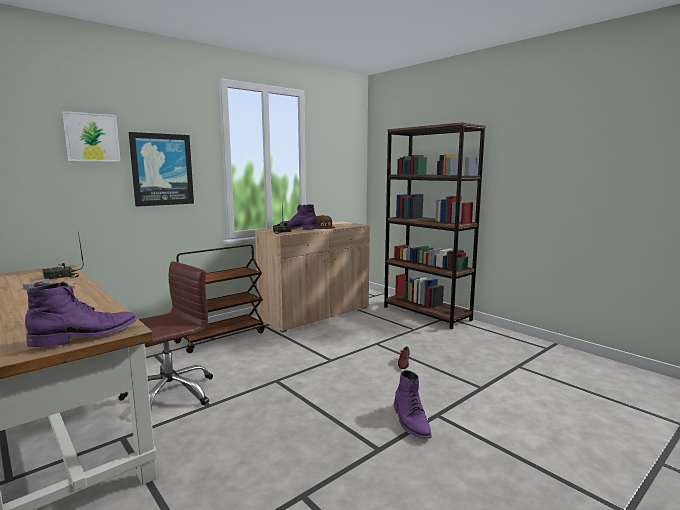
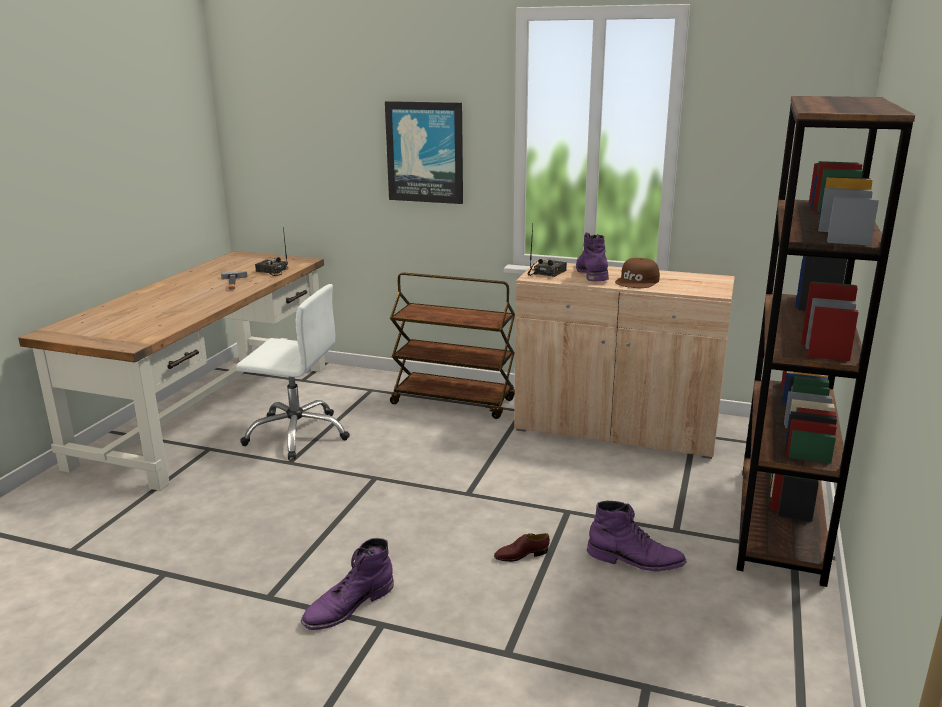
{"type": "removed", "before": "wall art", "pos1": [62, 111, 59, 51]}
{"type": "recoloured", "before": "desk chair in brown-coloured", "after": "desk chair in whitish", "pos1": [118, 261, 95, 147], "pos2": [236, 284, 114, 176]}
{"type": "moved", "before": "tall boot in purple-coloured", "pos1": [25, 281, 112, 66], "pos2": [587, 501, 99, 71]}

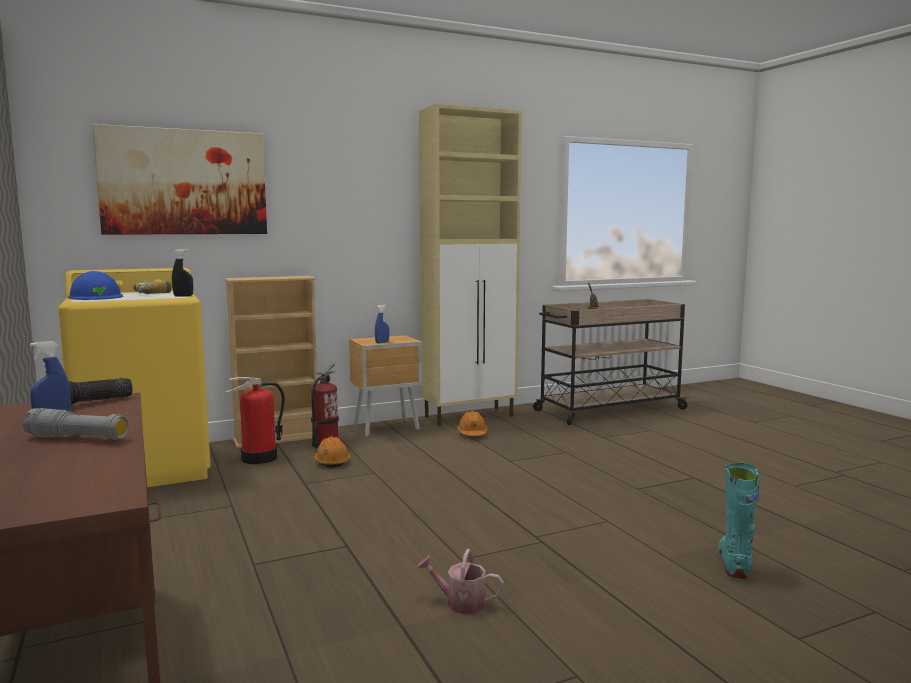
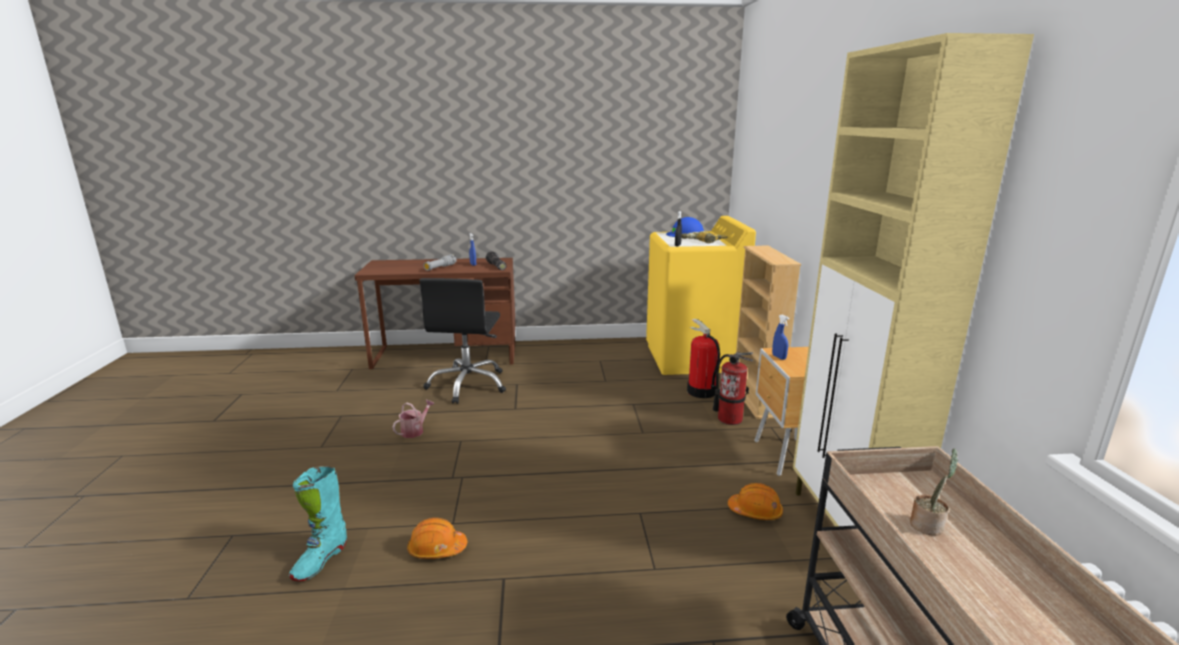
{"type": "removed", "before": "wall art", "pos1": [92, 124, 175, 111]}
{"type": "moved", "before": "hard hat in orange", "pos1": [315, 436, 35, 32], "pos2": [407, 518, 60, 41]}
{"type": "turned", "before": "tall boot in turquoise-coloured", "pos1": [718, 463, 42, 116], "pos2": [289, 466, 58, 115], "turn": 75}
{"type": "added", "after": "desk chair in blackish", "pos2": [419, 278, 87, 126]}

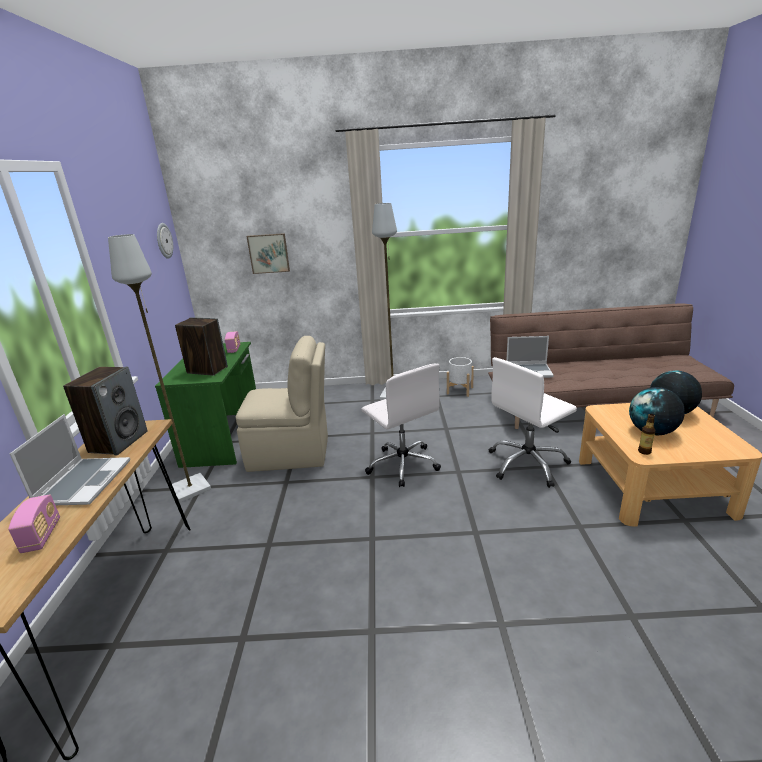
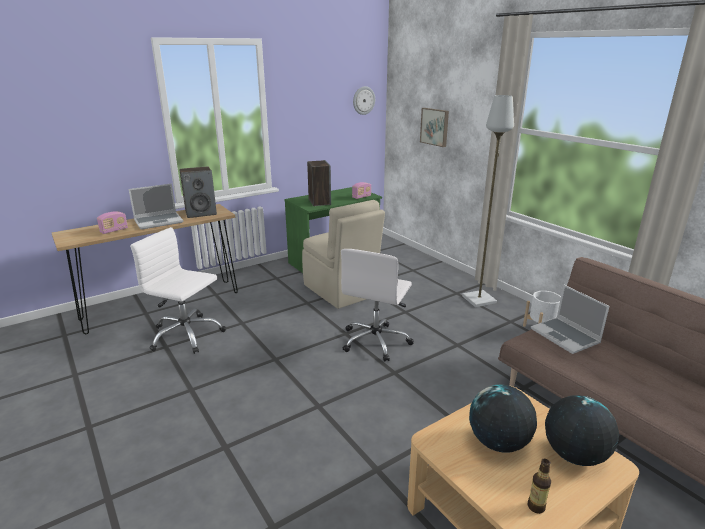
{"type": "removed", "before": "floor lamp in grey", "pos1": [108, 234, 103, 269]}
{"type": "moved", "before": "desk chair in whitish", "pos1": [489, 357, 88, 131], "pos2": [130, 227, 96, 127]}
{"type": "moved", "before": "bottle", "pos1": [638, 414, 18, 41], "pos2": [528, 458, 23, 56]}

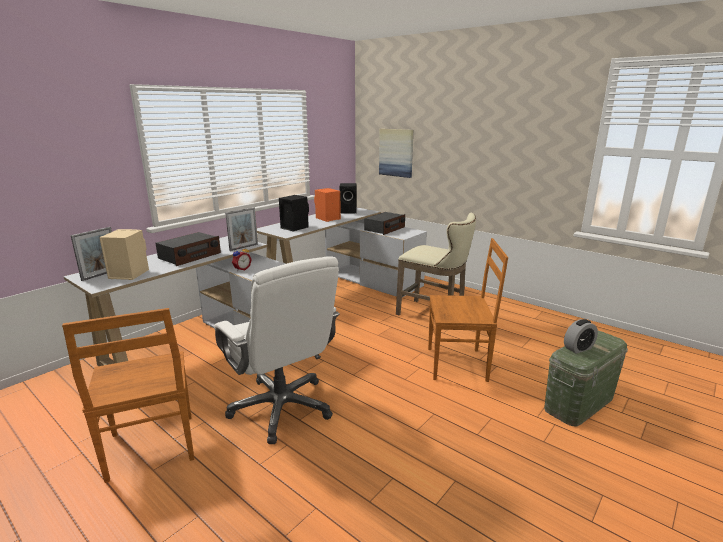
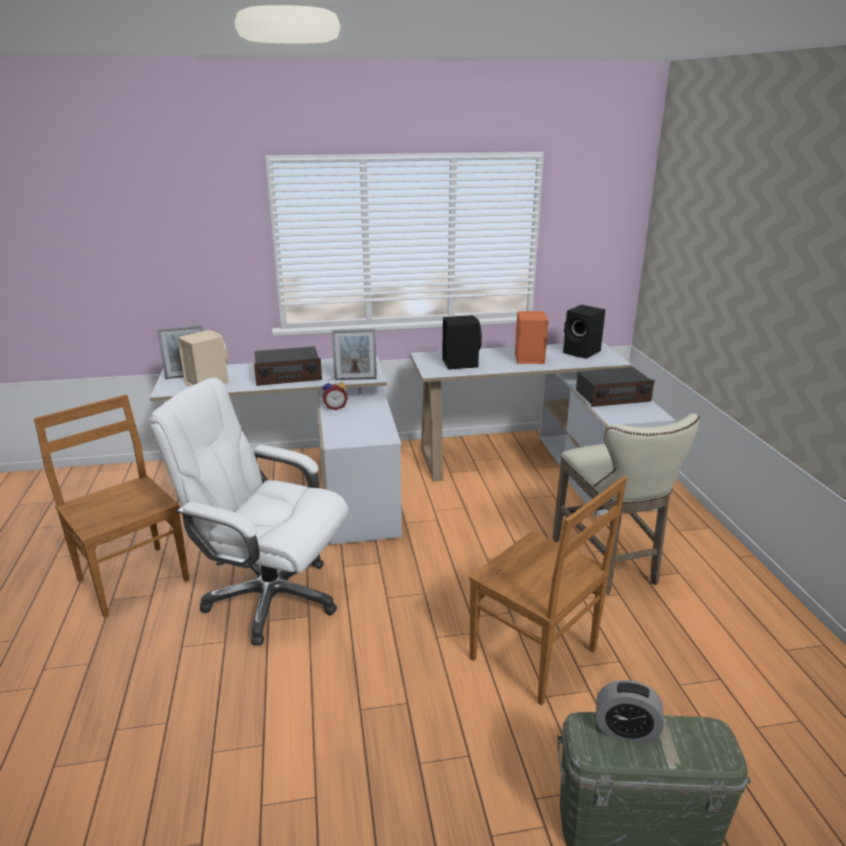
{"type": "removed", "before": "wall art", "pos1": [379, 129, 34, 49]}
{"type": "turned", "before": "desk chair in whitish", "pos1": [214, 256, 126, 188], "pos2": [149, 378, 200, 268], "turn": 105}
{"type": "turned", "before": "upright chair in brown-coloured", "pos1": [62, 308, 132, 175], "pos2": [34, 394, 155, 224], "turn": 120}

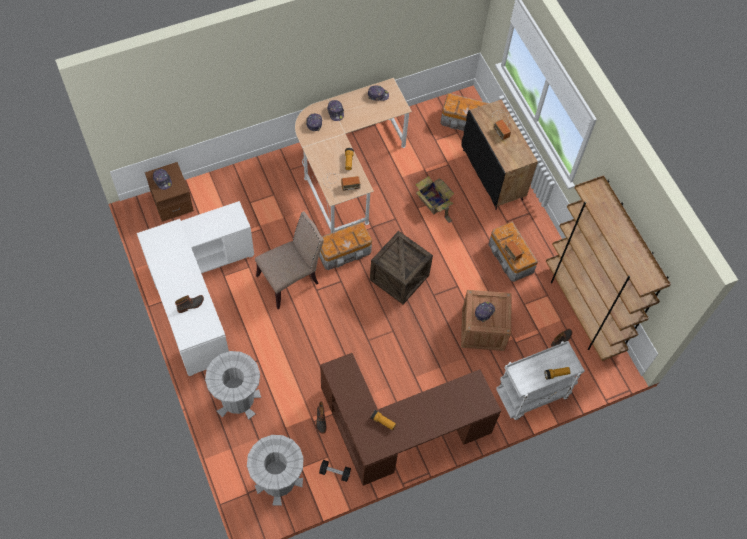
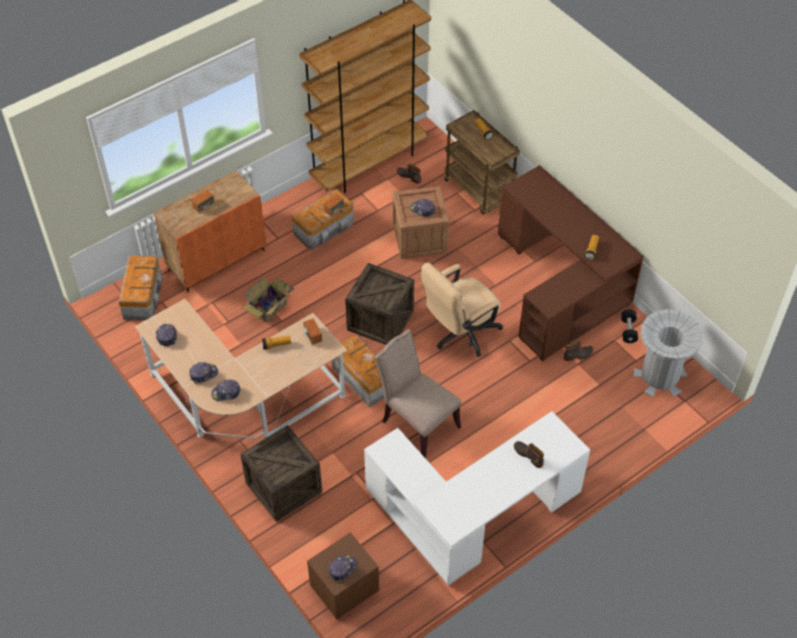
{"type": "recoloured", "before": "cabinet in blackish", "after": "cabinet in orange", "pos1": [461, 100, 77, 110], "pos2": [154, 171, 112, 122]}
{"type": "recoloured", "before": "trolley in whitish", "after": "trolley in brown-coloured", "pos1": [496, 341, 89, 79], "pos2": [444, 110, 76, 104]}
{"type": "removed", "before": "rubbish bin in grey", "pos1": [205, 351, 56, 69]}
{"type": "added", "after": "desk chair in beige-coloured", "pos2": [421, 263, 82, 94]}
{"type": "added", "after": "shipping crate", "pos2": [240, 425, 82, 97]}

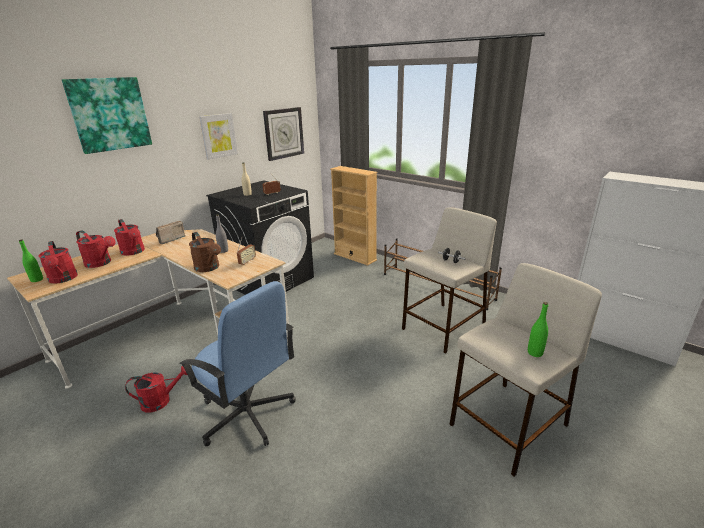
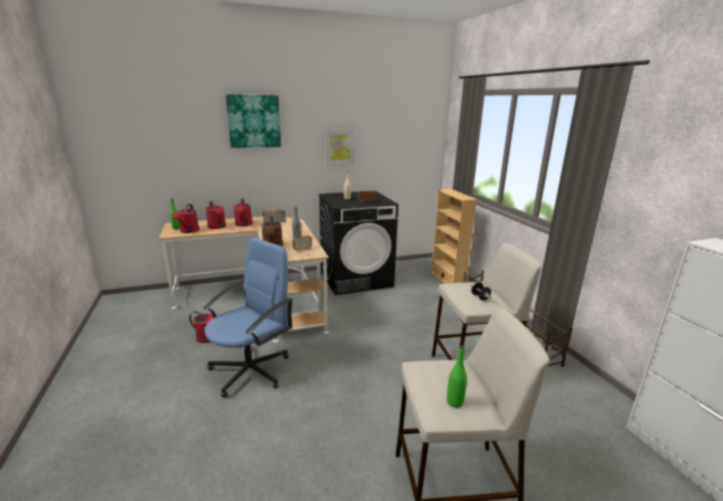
{"type": "removed", "before": "hanging clock", "pos1": [263, 107, 41, 54]}
{"type": "turned", "before": "desk chair in bluish", "pos1": [179, 281, 117, 165], "pos2": [204, 237, 89, 161], "turn": -120}

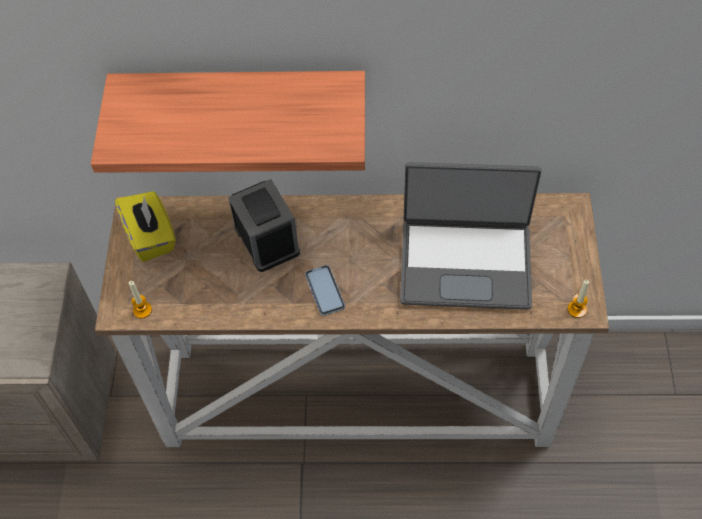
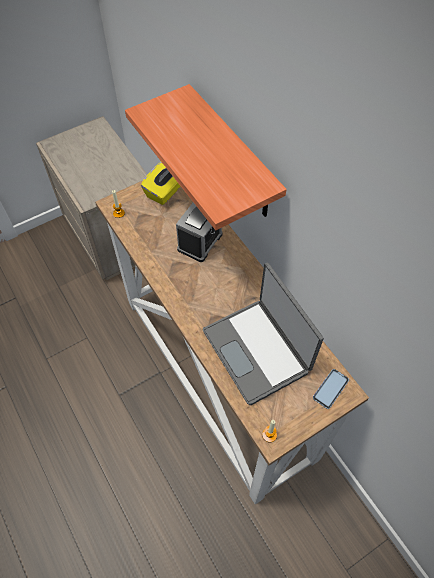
{"type": "moved", "before": "phone", "pos1": [305, 265, 40, 51], "pos2": [313, 369, 36, 40]}

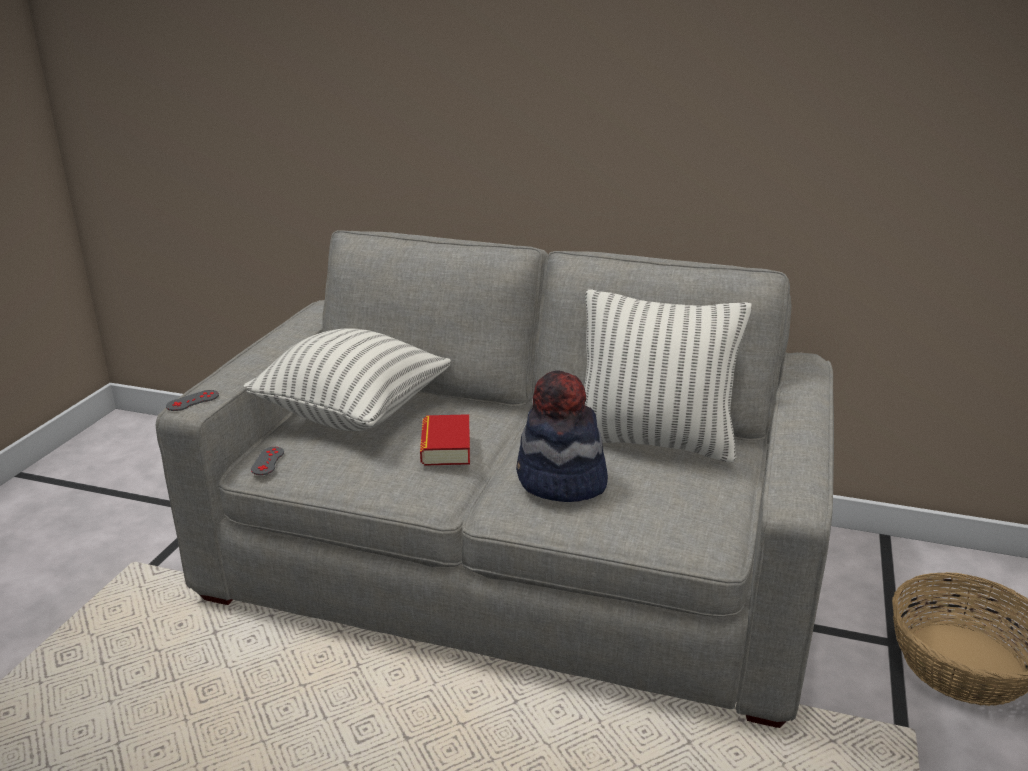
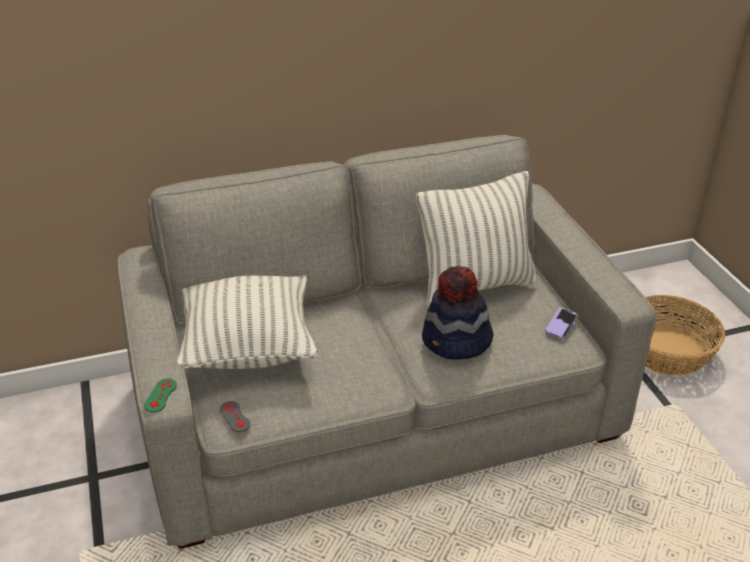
{"type": "recoloured", "before": "joypad in grey", "after": "joypad in green-coloured", "pos1": [166, 390, 53, 21], "pos2": [144, 379, 33, 33]}
{"type": "removed", "before": "bound book", "pos1": [420, 414, 50, 52]}
{"type": "added", "after": "phone", "pos2": [545, 308, 33, 31]}

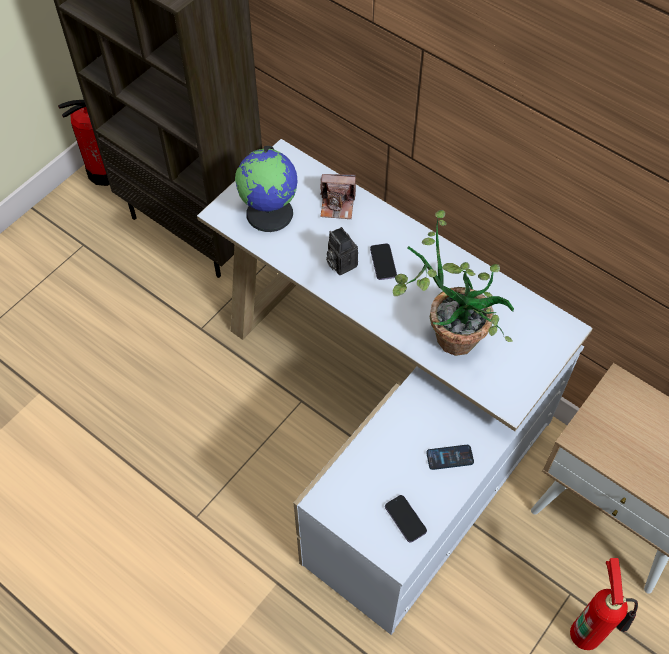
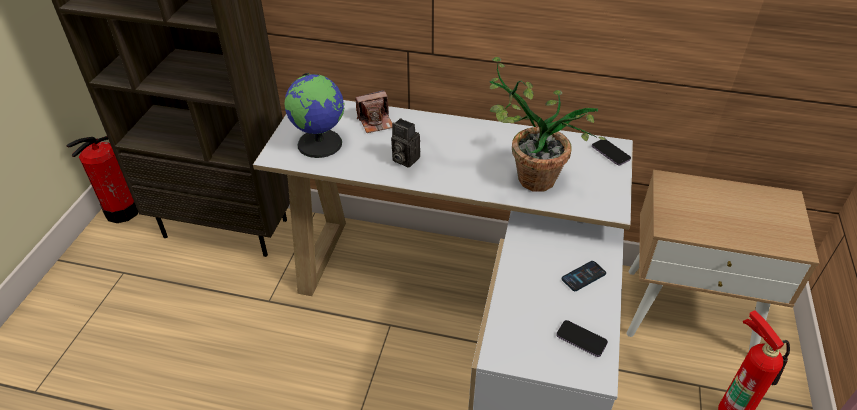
{"type": "moved", "before": "phone", "pos1": [370, 243, 27, 37], "pos2": [592, 140, 39, 25]}

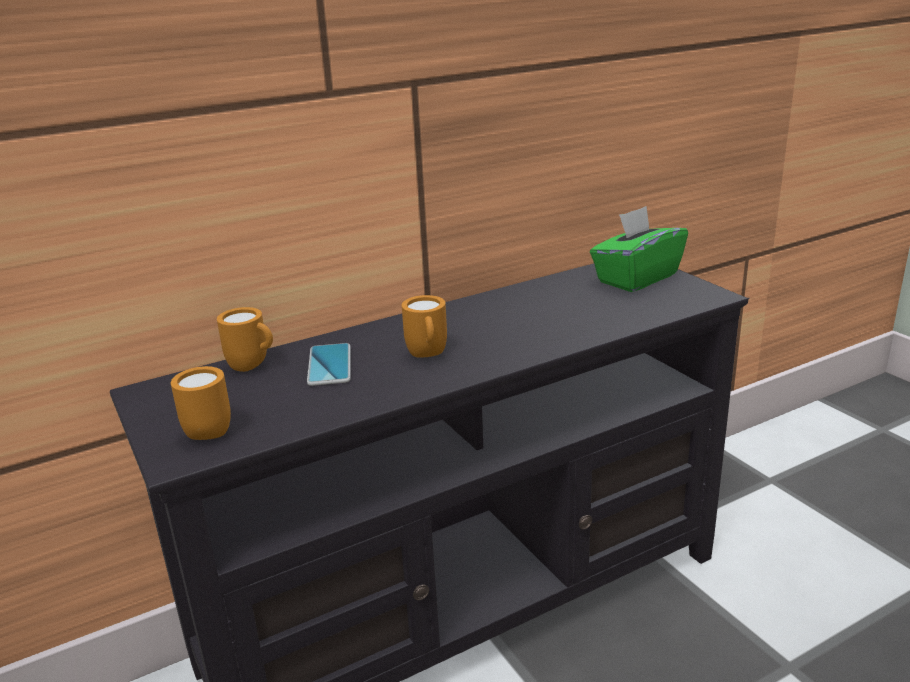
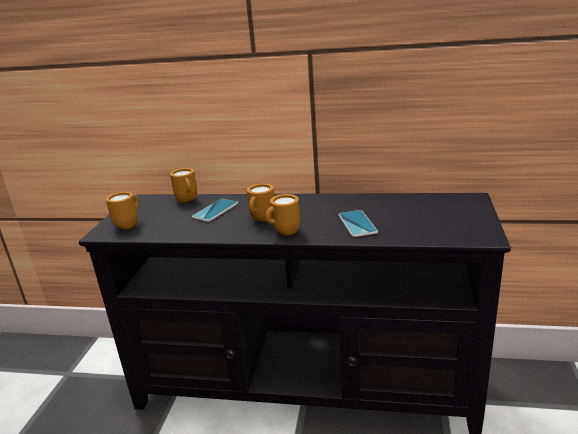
{"type": "removed", "before": "tissue holder in green-coloured", "pos1": [590, 206, 98, 86]}
{"type": "added", "after": "mug in orange", "pos2": [265, 194, 35, 41]}
{"type": "added", "after": "phone", "pos2": [338, 210, 40, 27]}

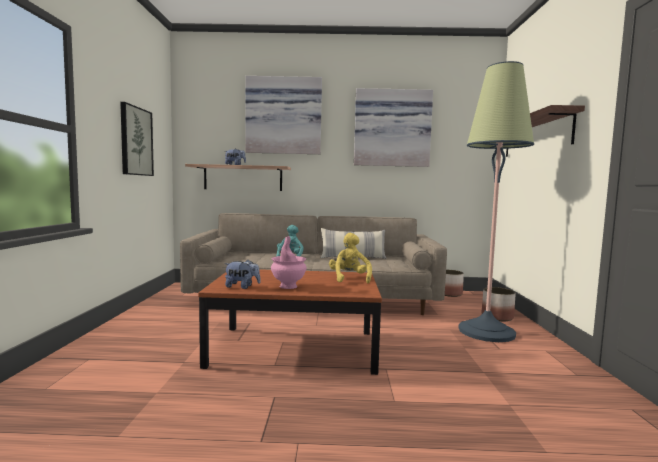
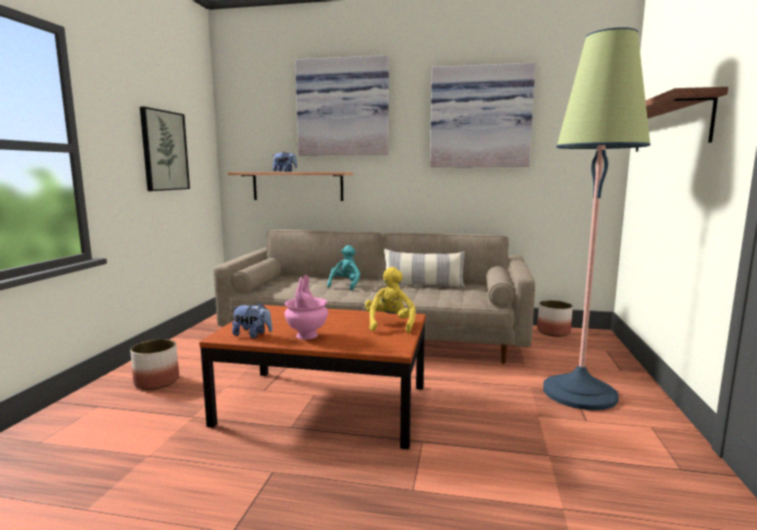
{"type": "moved", "before": "flower pot", "pos1": [482, 287, 34, 34], "pos2": [130, 339, 49, 51]}

